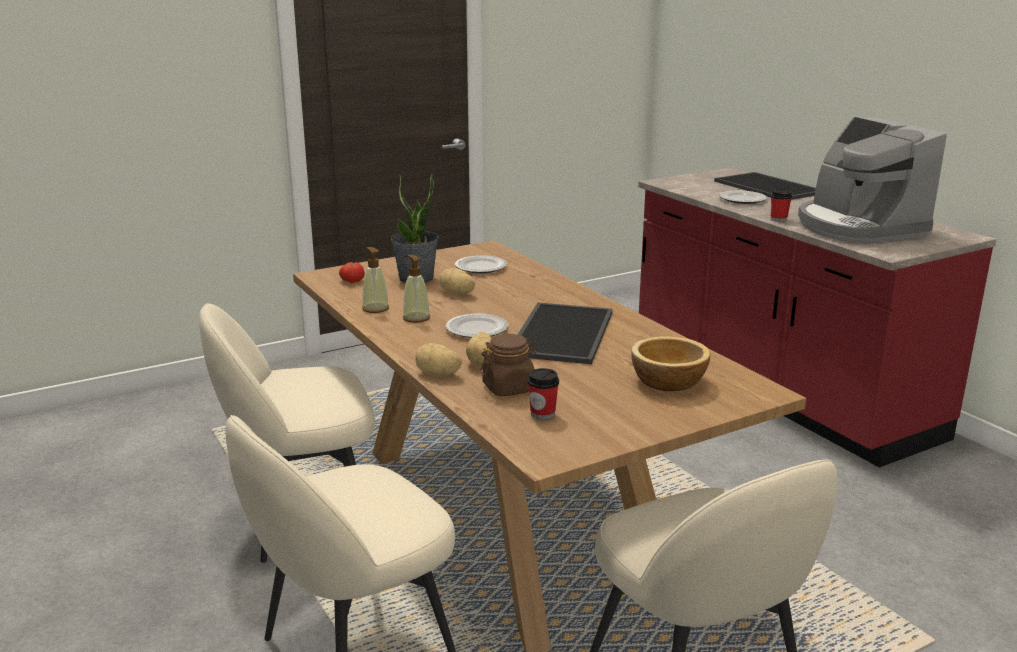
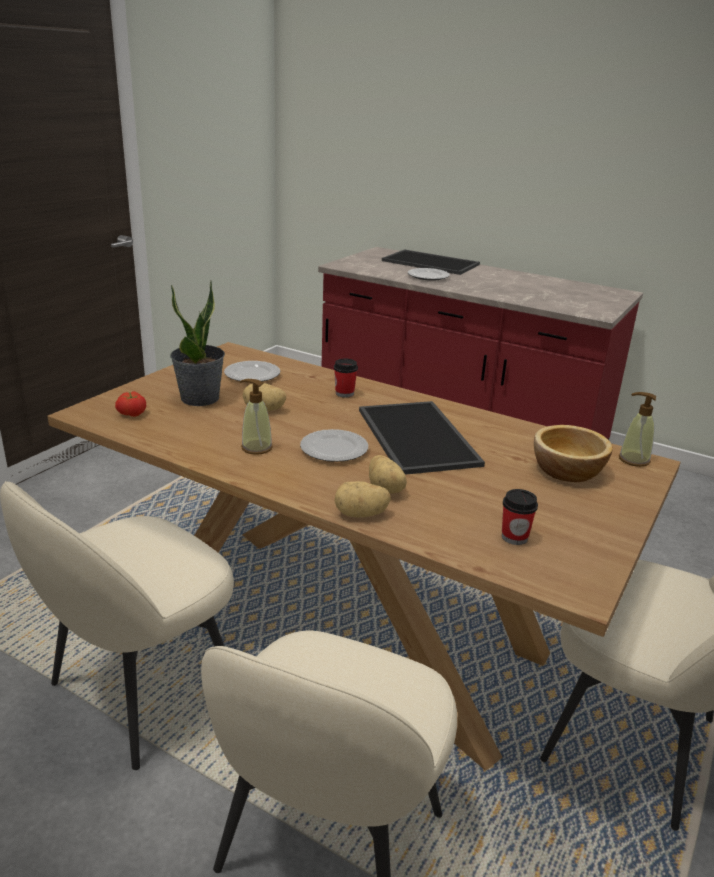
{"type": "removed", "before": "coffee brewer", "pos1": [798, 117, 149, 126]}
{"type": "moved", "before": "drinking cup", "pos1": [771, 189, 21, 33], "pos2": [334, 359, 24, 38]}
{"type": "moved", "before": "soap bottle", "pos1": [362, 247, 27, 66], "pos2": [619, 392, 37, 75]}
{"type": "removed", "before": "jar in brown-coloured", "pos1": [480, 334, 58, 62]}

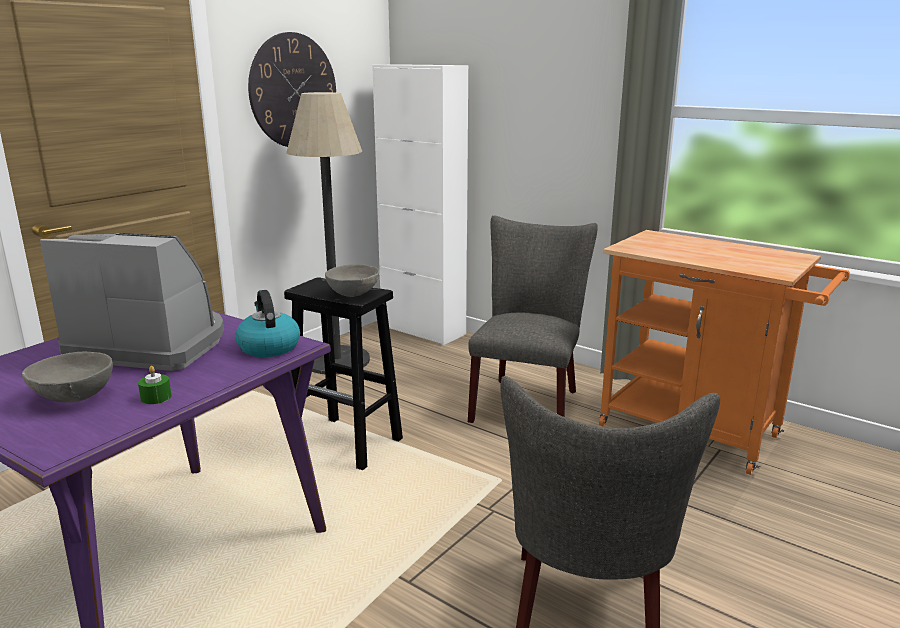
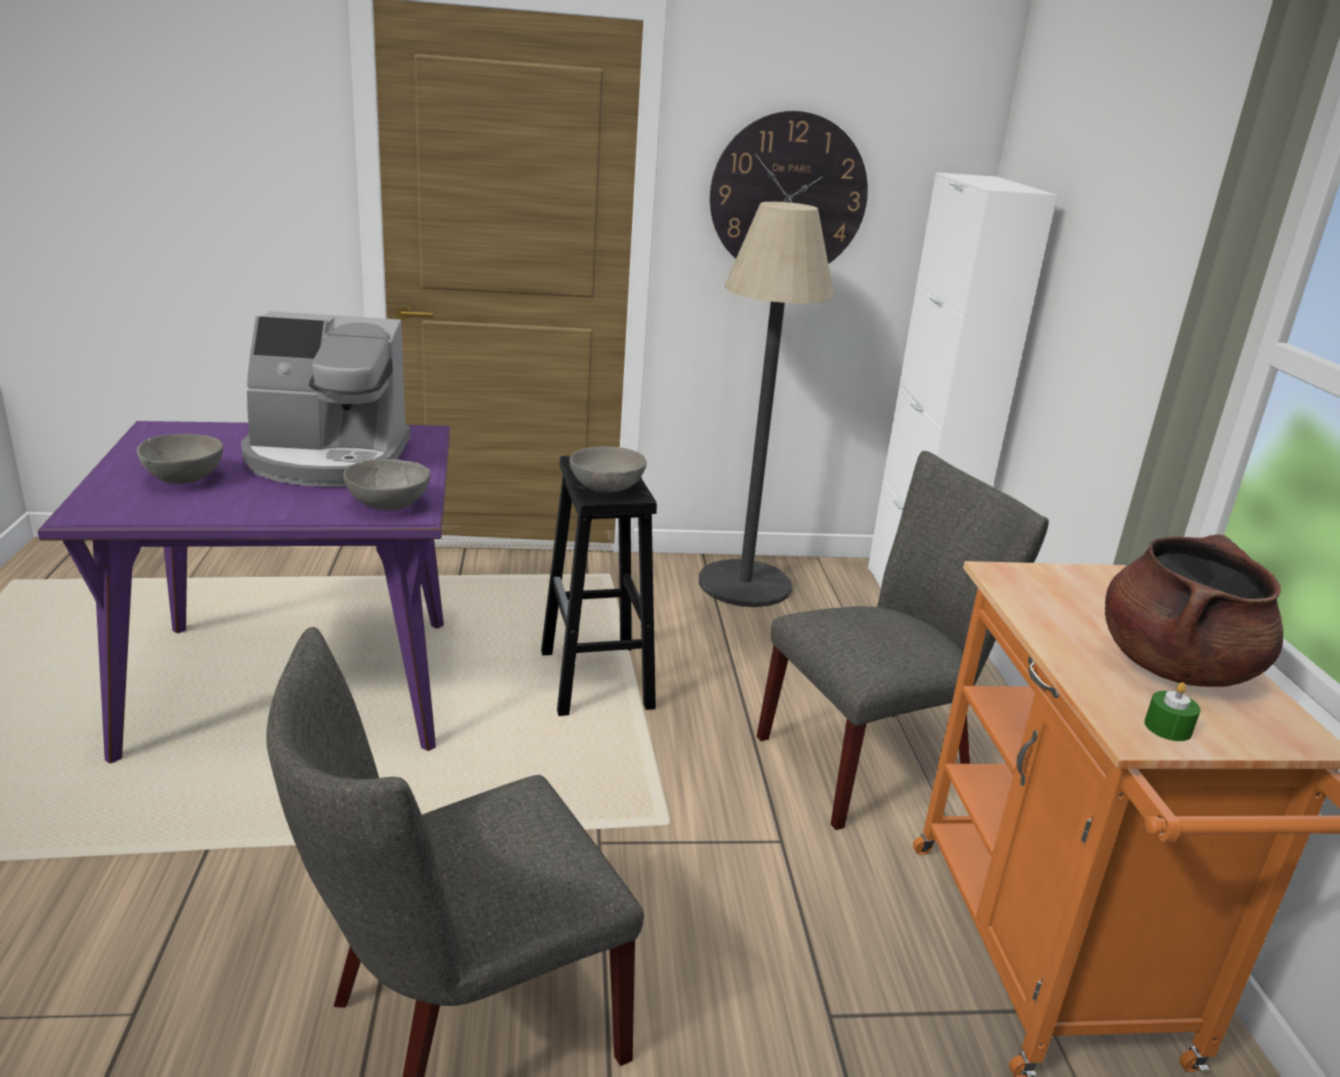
{"type": "turned", "before": "coffee brewer", "pos1": [40, 233, 184, 138], "pos2": [241, 311, 169, 176], "turn": 120}
{"type": "replaced", "before": "kettle", "after": "serving bowl in grey", "pos1": [236, 290, 64, 67], "pos2": [343, 459, 88, 52]}
{"type": "moved", "before": "wax light in green-coloured", "pos1": [138, 366, 34, 38], "pos2": [1144, 682, 56, 59]}
{"type": "added", "after": "cooking pot in brown-coloured", "pos2": [1105, 535, 178, 152]}

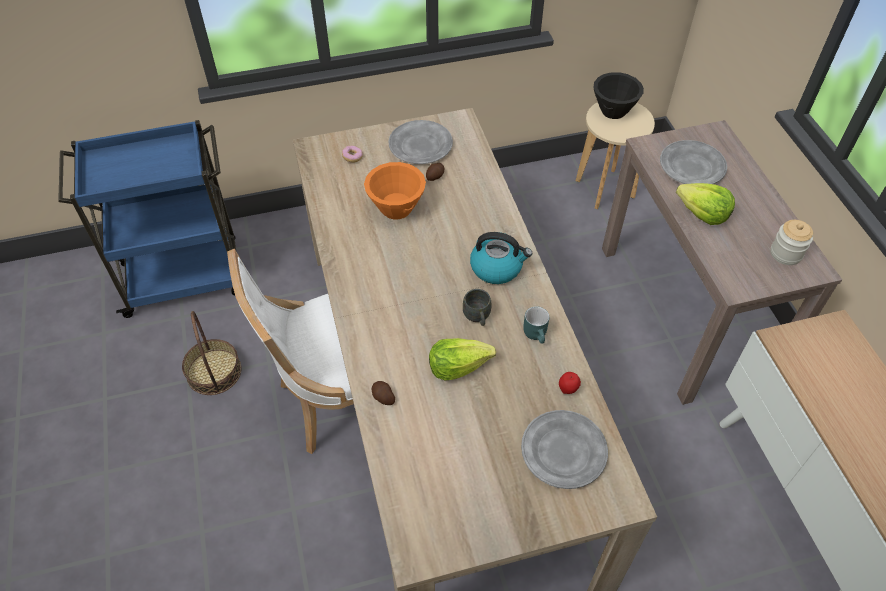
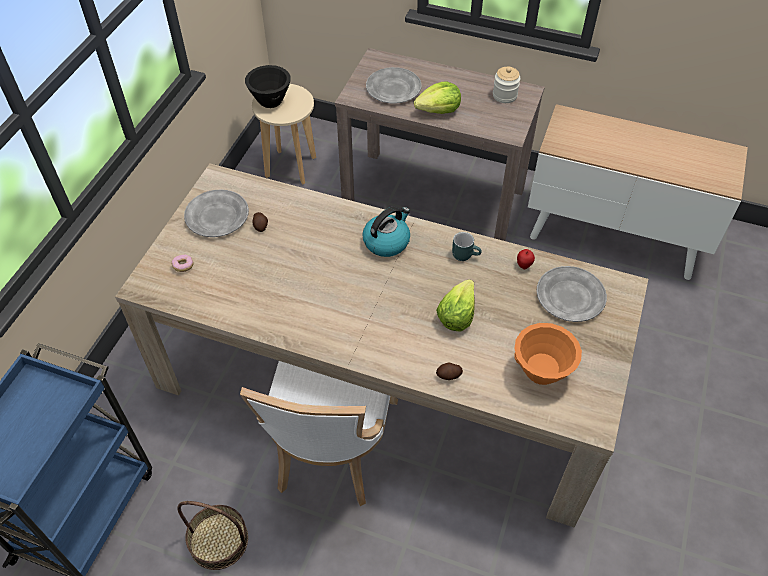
{"type": "moved", "before": "serving bowl in orange", "pos1": [364, 162, 62, 57], "pos2": [514, 323, 68, 62]}
{"type": "removed", "before": "mug in grey", "pos1": [463, 289, 29, 37]}

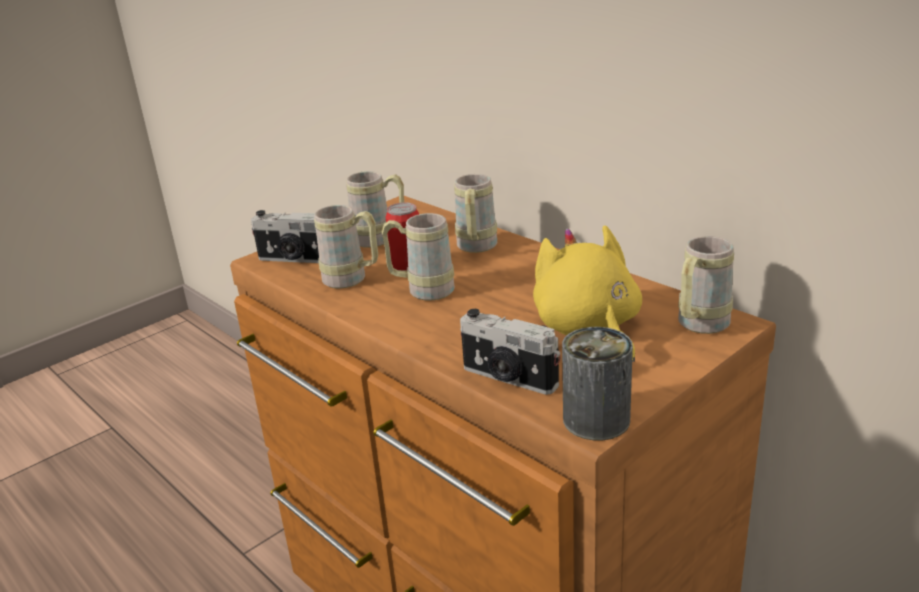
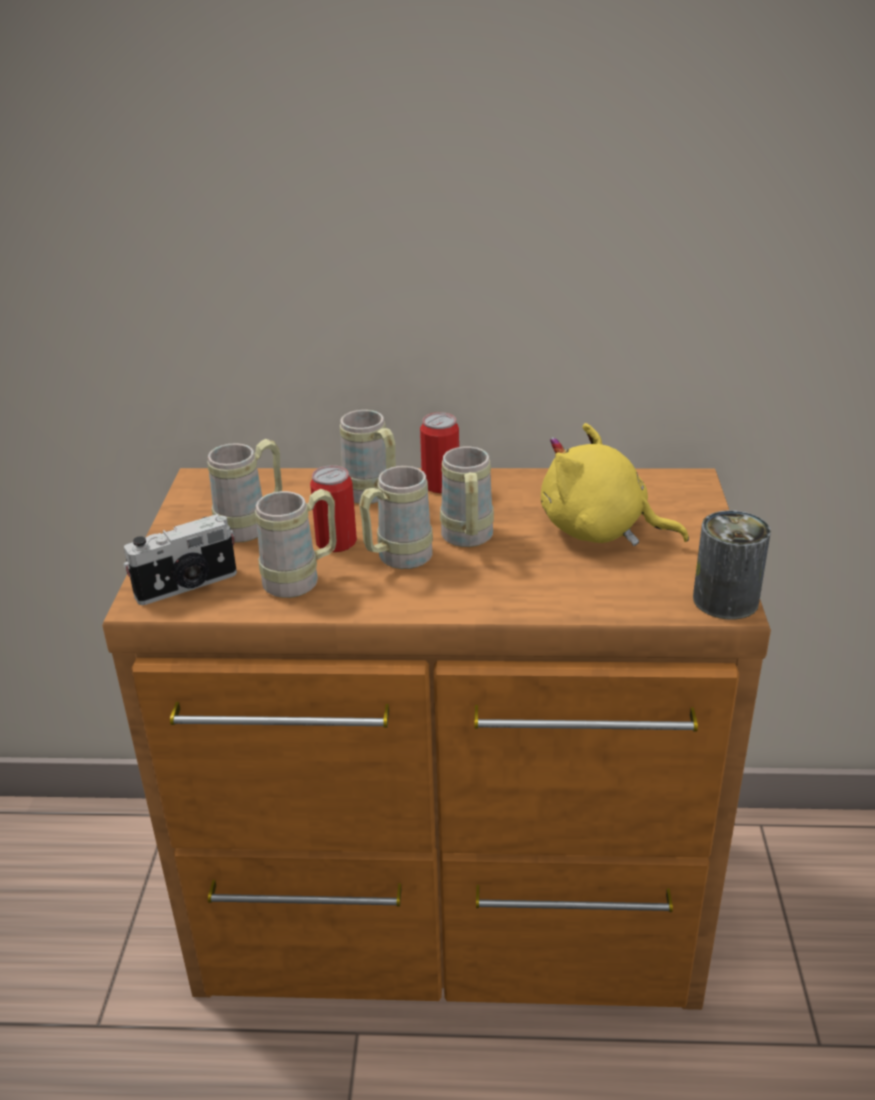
{"type": "moved", "before": "mug in beige-coloured", "pos1": [678, 236, 56, 98], "pos2": [440, 447, 54, 100]}
{"type": "removed", "before": "still camera", "pos1": [460, 309, 100, 86]}
{"type": "added", "after": "can", "pos2": [420, 412, 39, 81]}

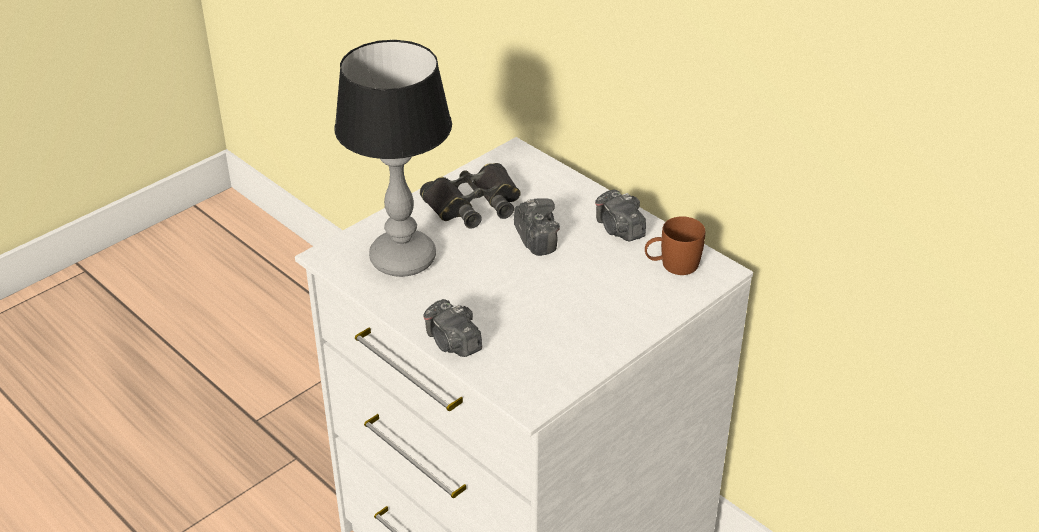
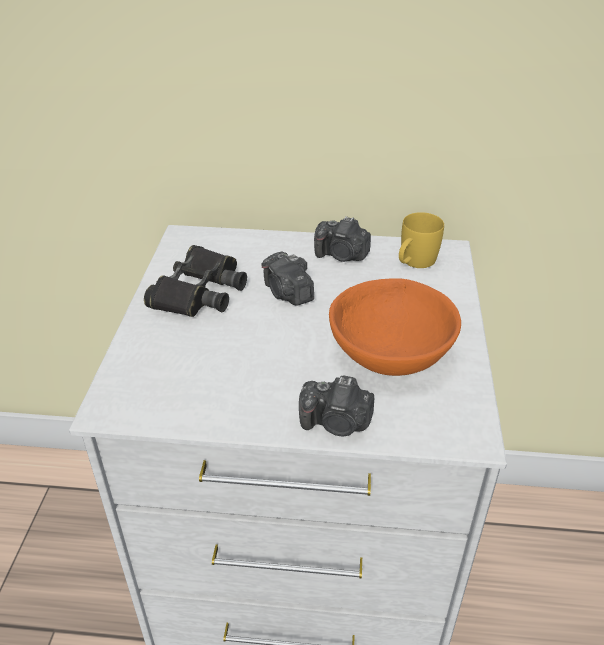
{"type": "removed", "before": "lamp for a table", "pos1": [334, 40, 118, 237]}
{"type": "turned", "before": "still camera", "pos1": [514, 198, 46, 58], "pos2": [261, 251, 53, 55], "turn": -150}
{"type": "recoloured", "before": "mug in brown-coloured", "after": "mug in yellowish", "pos1": [645, 216, 60, 59], "pos2": [399, 212, 45, 56]}
{"type": "added", "after": "serving bowl in orange", "pos2": [329, 278, 132, 98]}

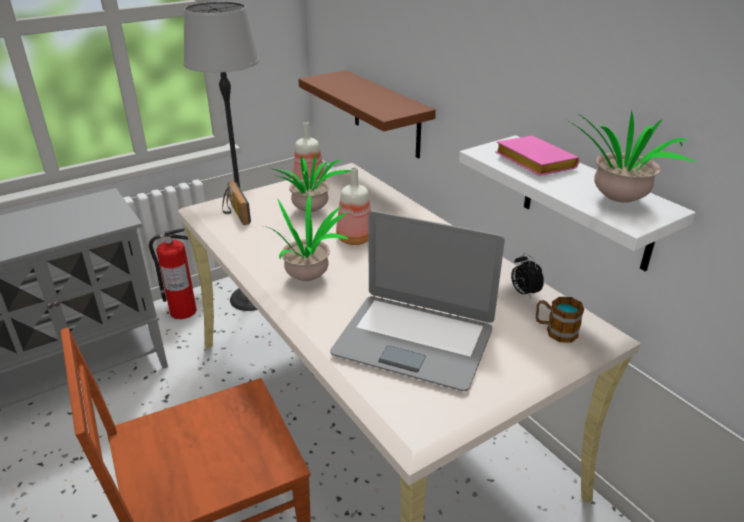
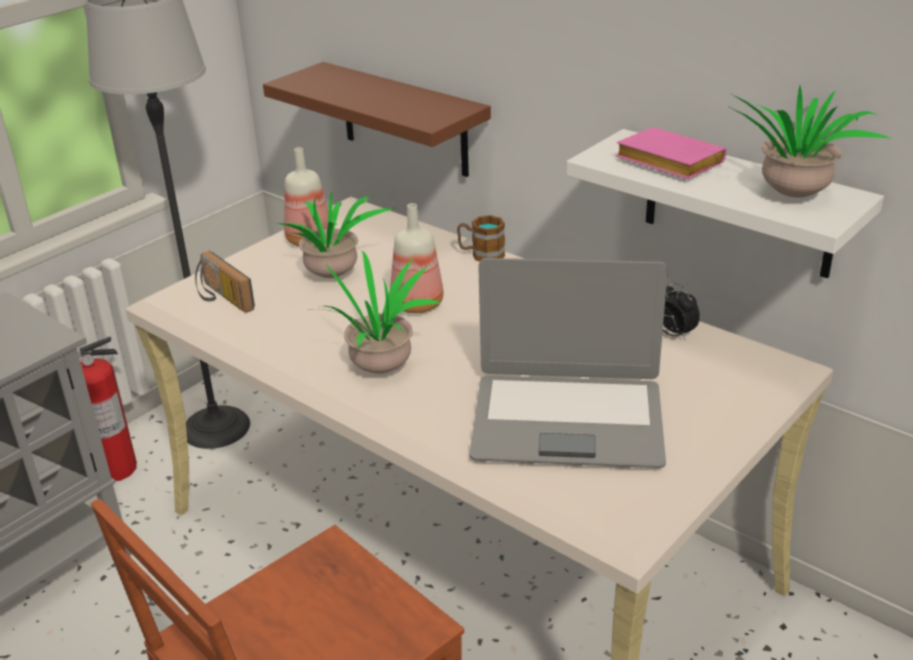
{"type": "moved", "before": "mug", "pos1": [536, 297, 48, 46], "pos2": [457, 215, 48, 47]}

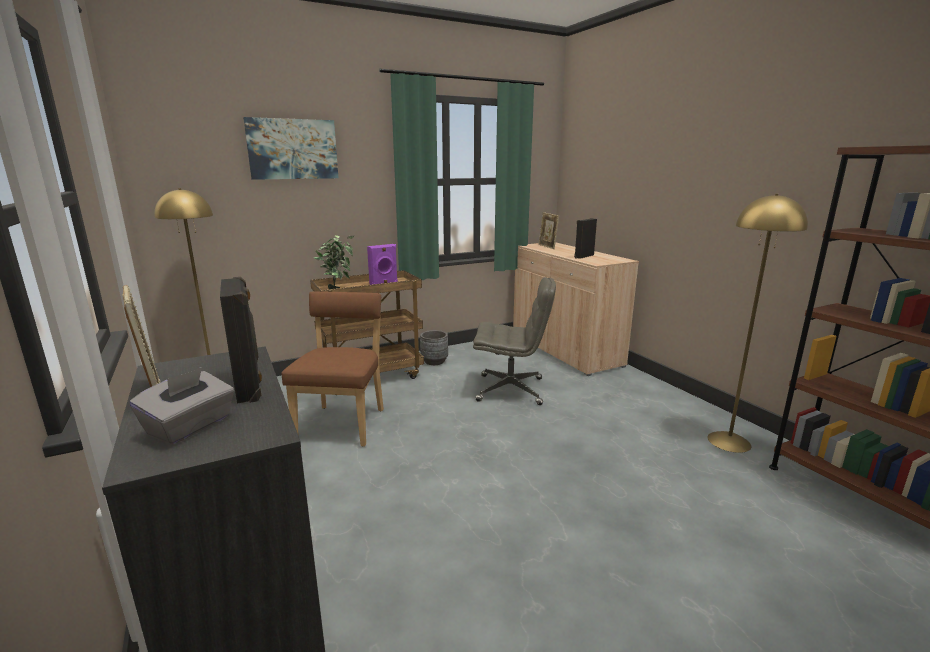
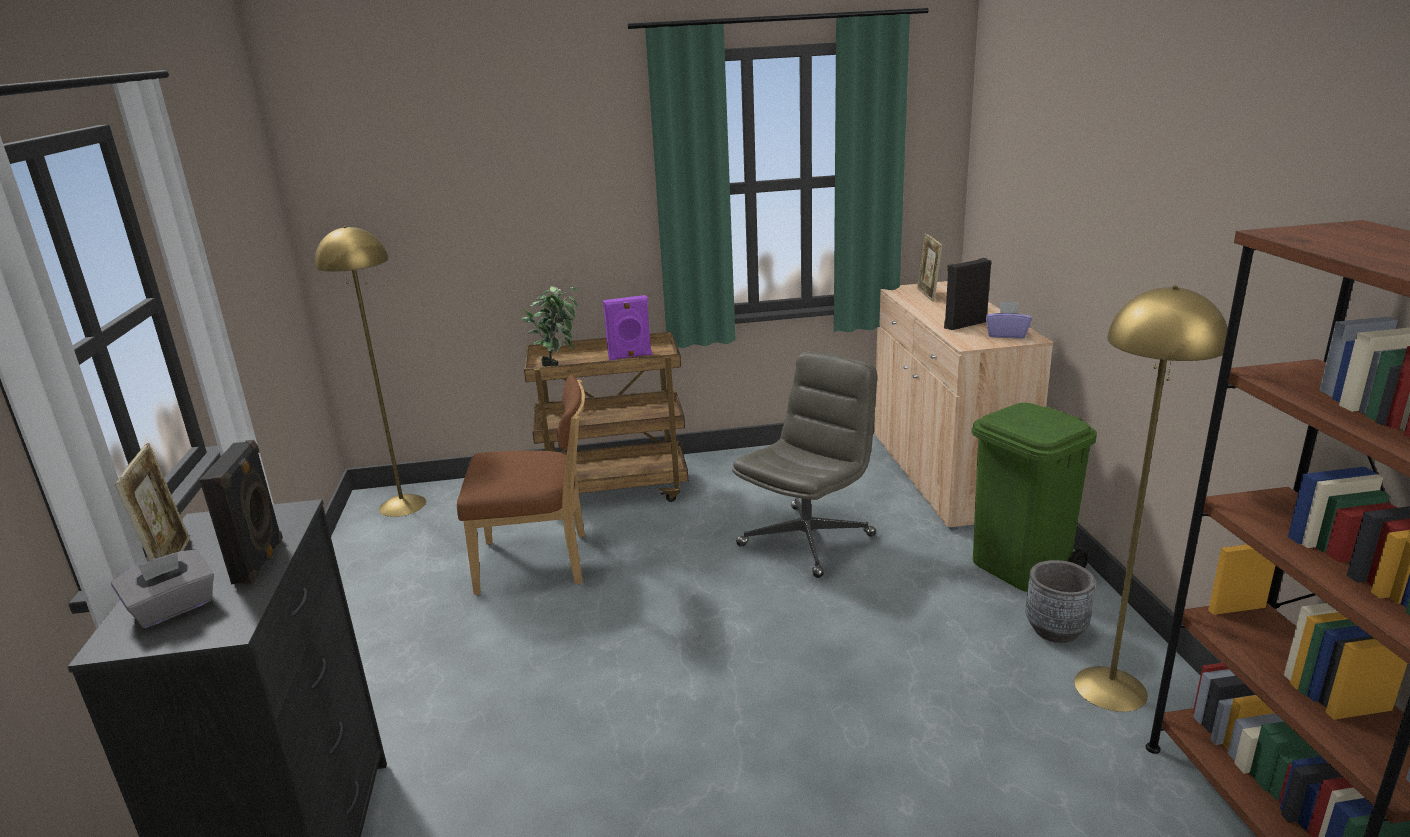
{"type": "removed", "before": "wall art", "pos1": [243, 117, 95, 63]}
{"type": "turned", "before": "desk chair in grey", "pos1": [473, 277, 83, 128], "pos2": [732, 351, 145, 227], "turn": -75}
{"type": "turned", "before": "upright chair in brown-coloured", "pos1": [282, 291, 102, 156], "pos2": [457, 375, 128, 220], "turn": 60}
{"type": "moved", "before": "flower pot in grey", "pos1": [420, 330, 28, 35], "pos2": [1026, 560, 70, 83]}
{"type": "added", "after": "tissue holder in purple-coloured", "pos2": [986, 301, 46, 38]}
{"type": "added", "after": "rubbish bin in green-coloured", "pos2": [972, 403, 125, 189]}

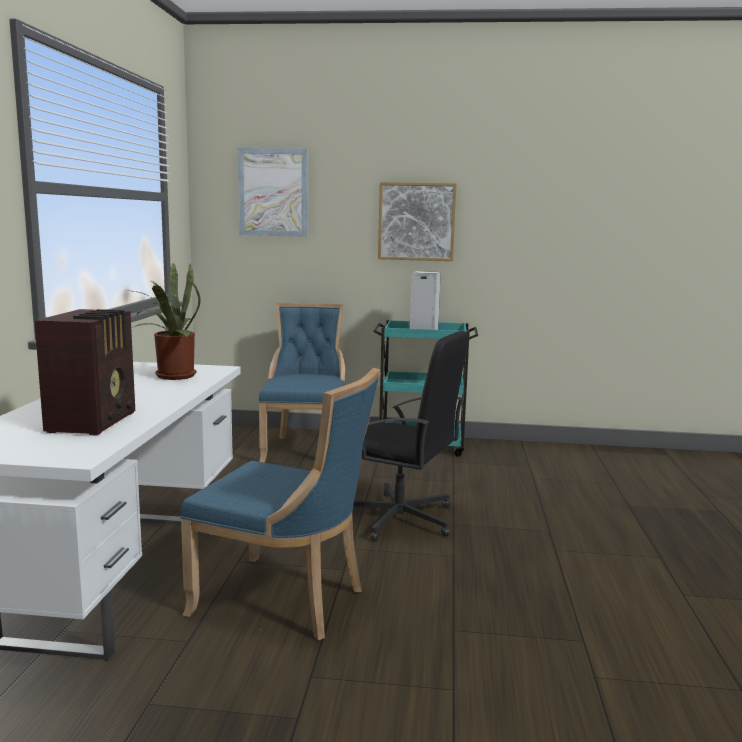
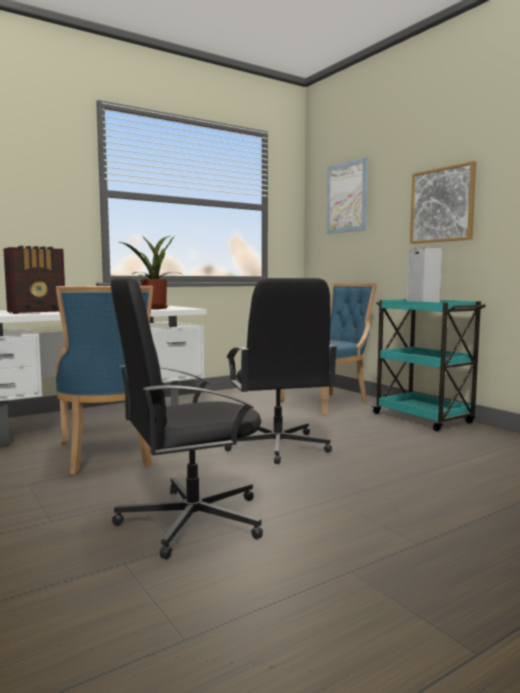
{"type": "added", "after": "desk chair in blackish", "pos2": [111, 277, 152, 282]}

